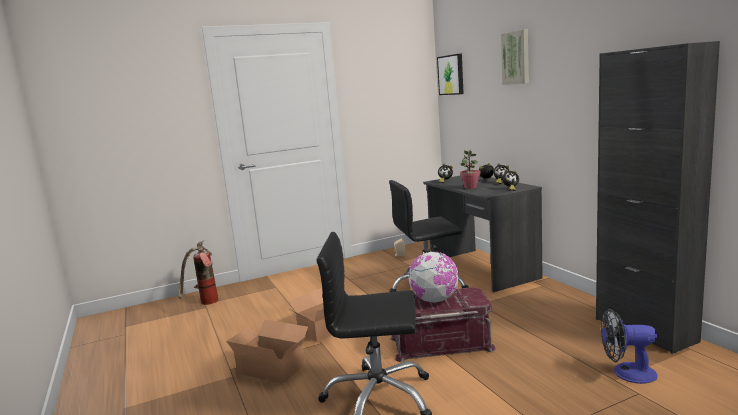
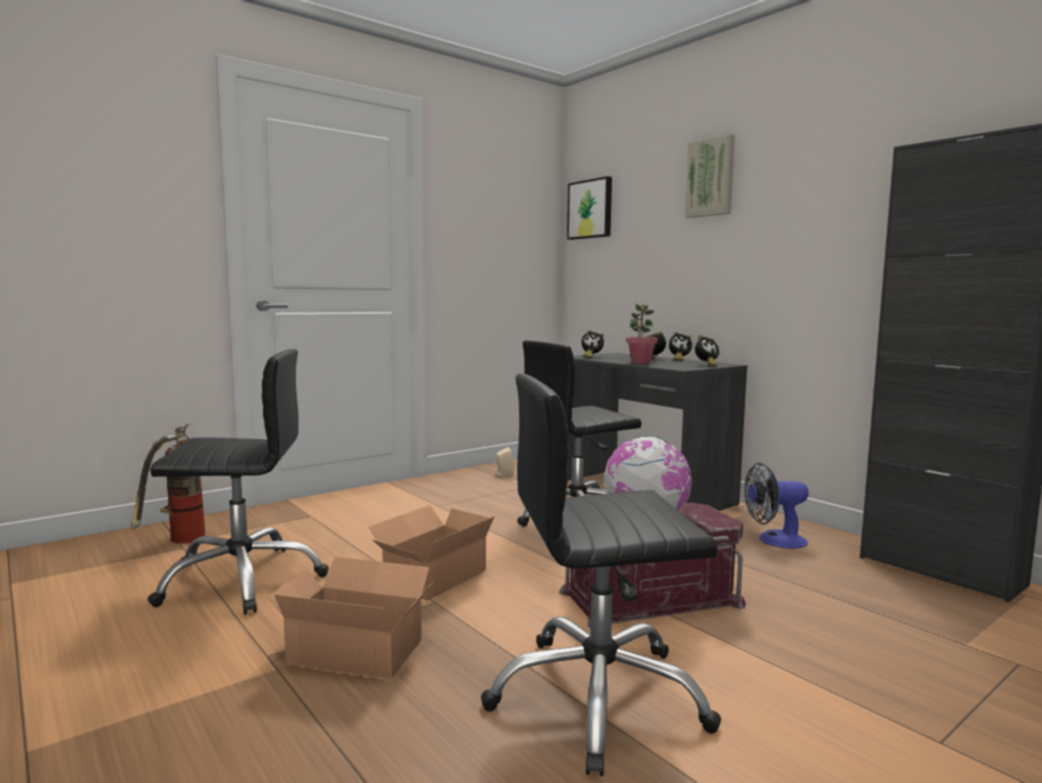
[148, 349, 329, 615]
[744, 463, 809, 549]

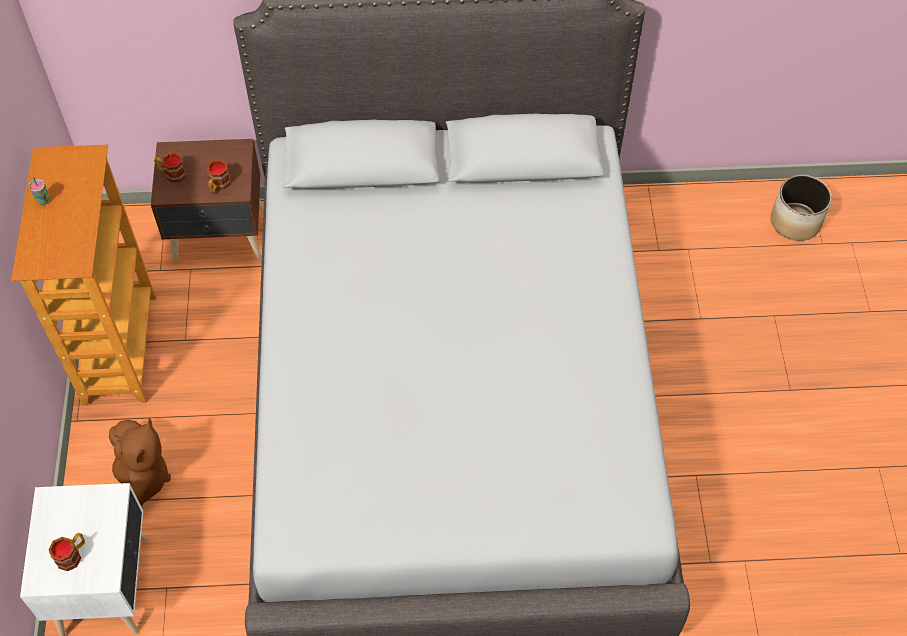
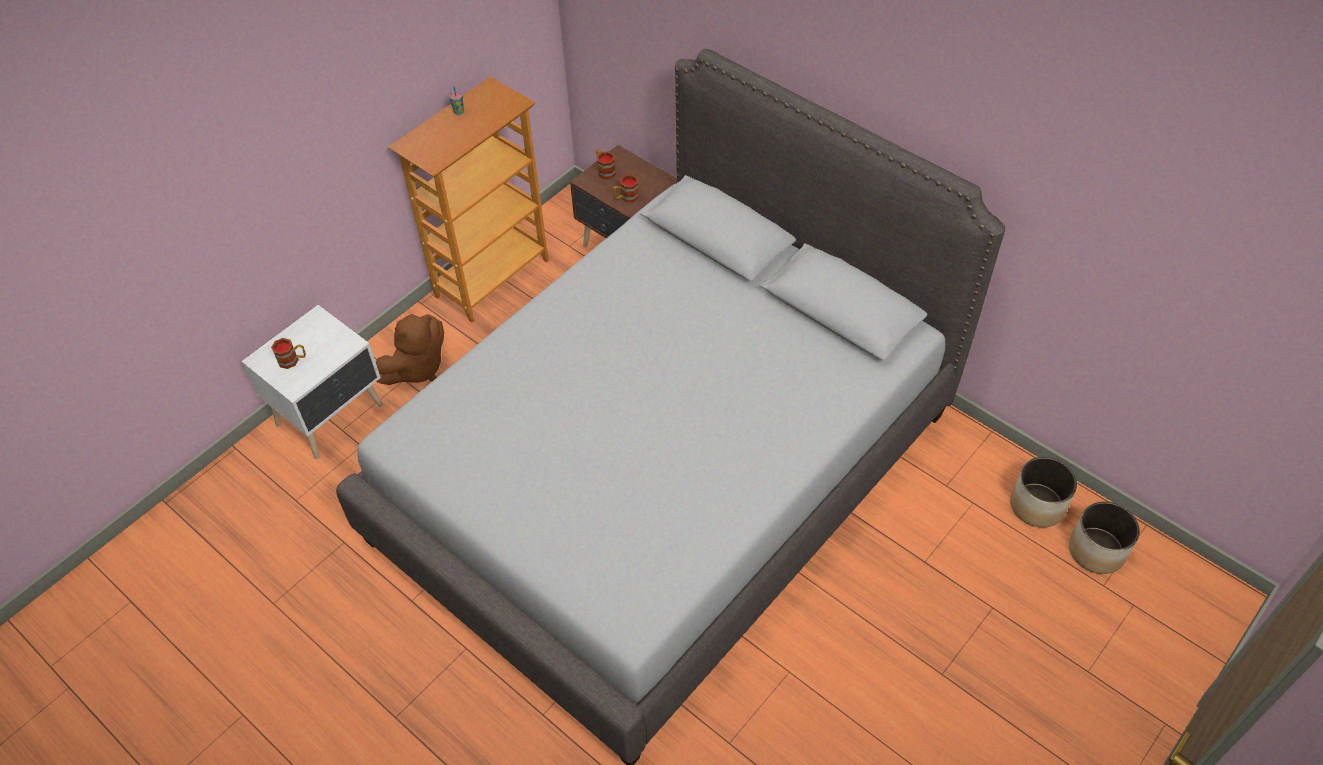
[1010, 457, 1077, 528]

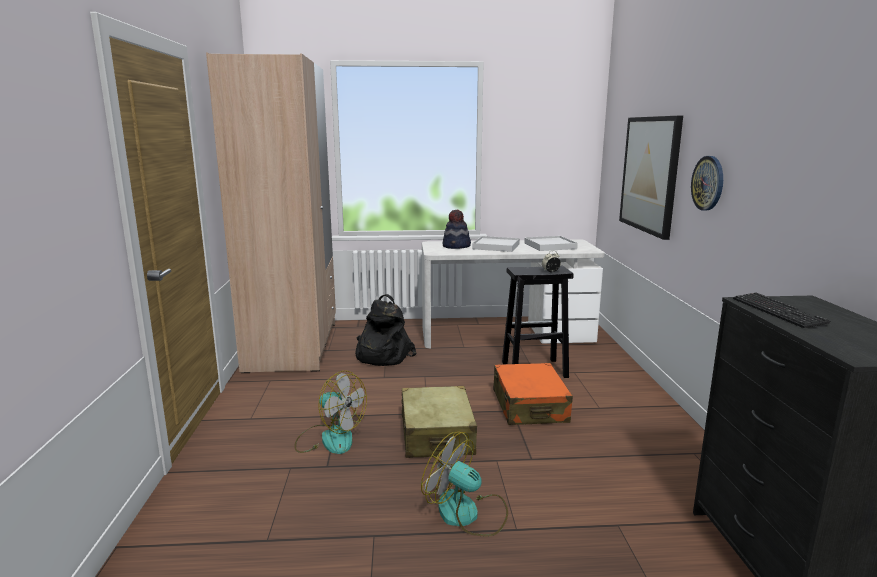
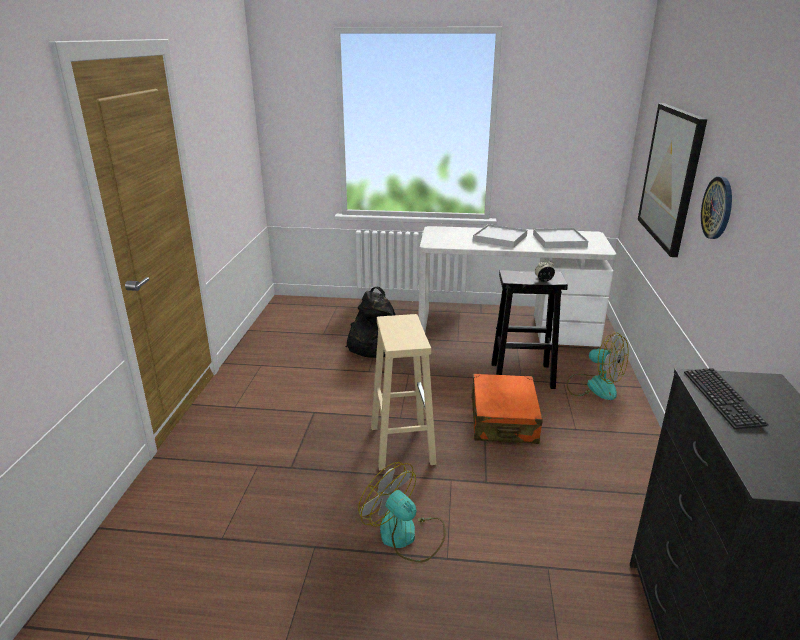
[371, 314, 437, 471]
[567, 333, 628, 400]
[206, 52, 336, 373] (first image)
[442, 210, 471, 249] (first image)

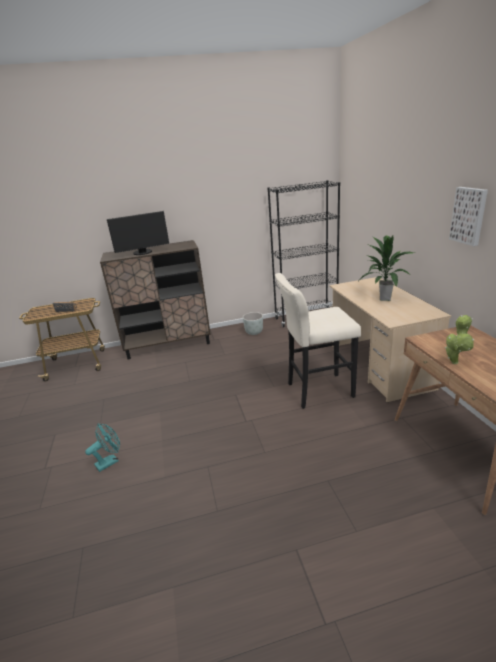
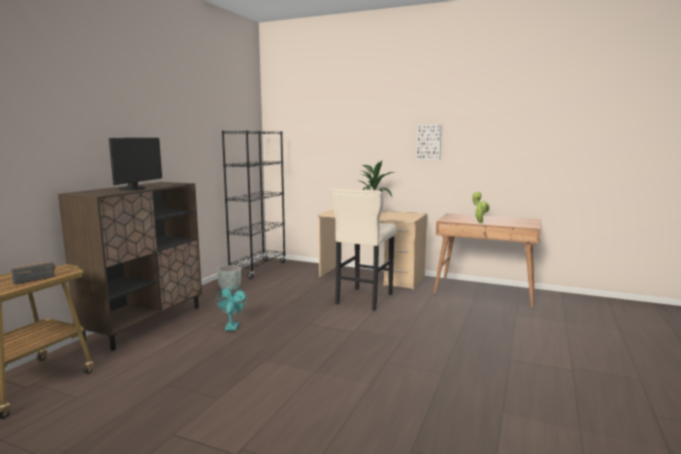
[216, 286, 248, 331]

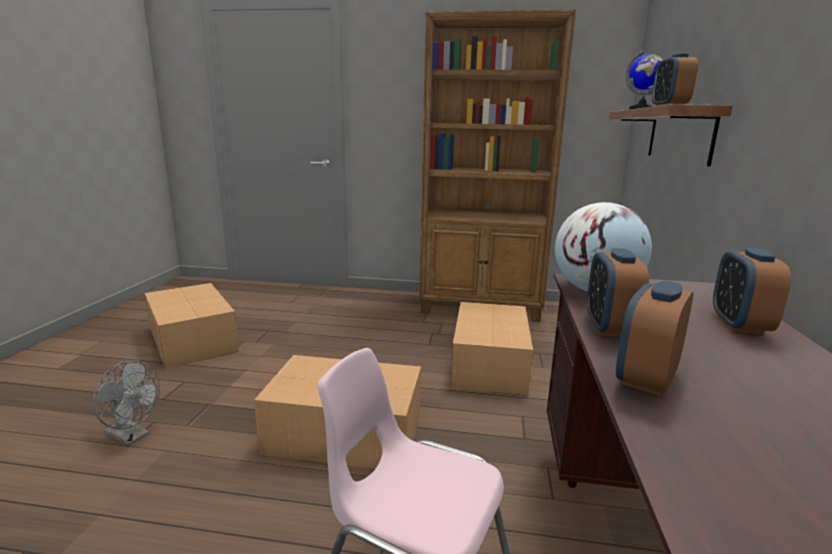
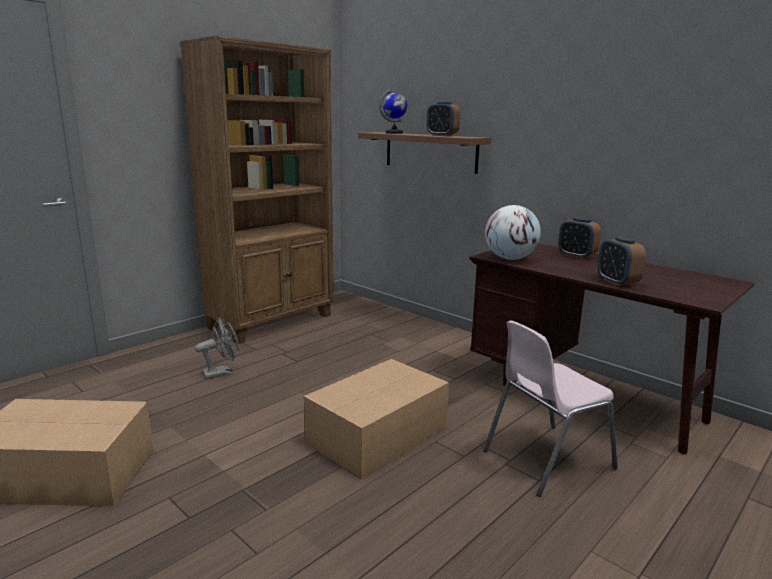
[195, 318, 239, 379]
[451, 302, 533, 396] (first image)
[587, 248, 649, 337] (first image)

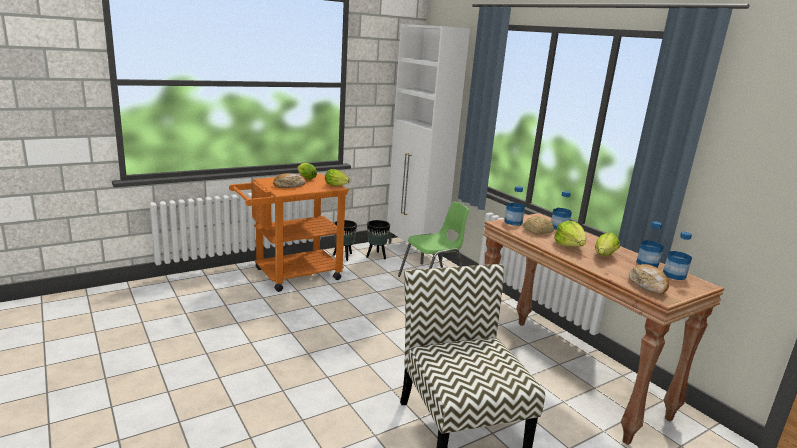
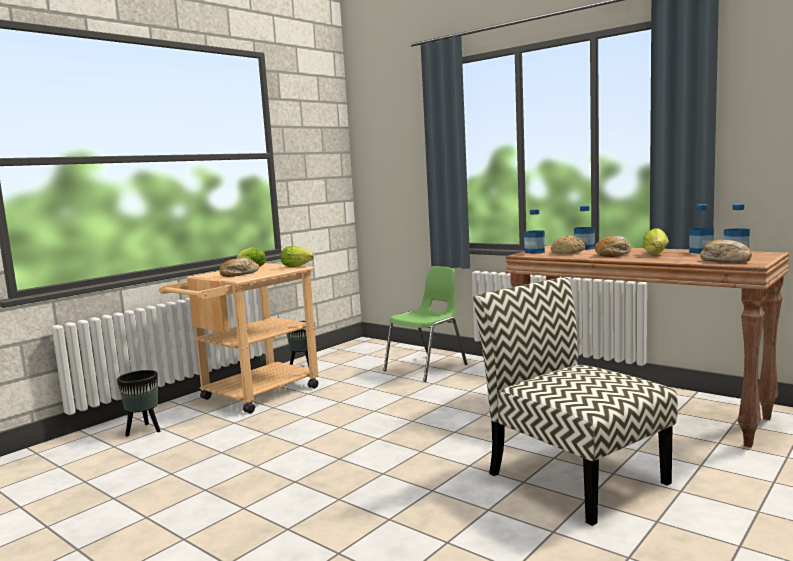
[117, 370, 160, 437]
[159, 263, 319, 413]
[595, 236, 631, 257]
[387, 24, 470, 265] (first image)

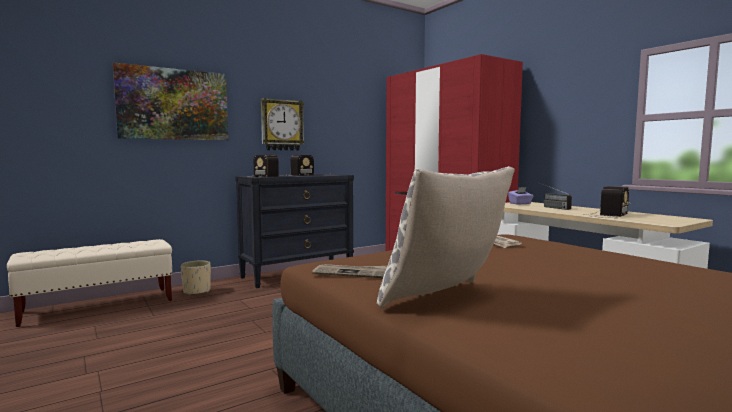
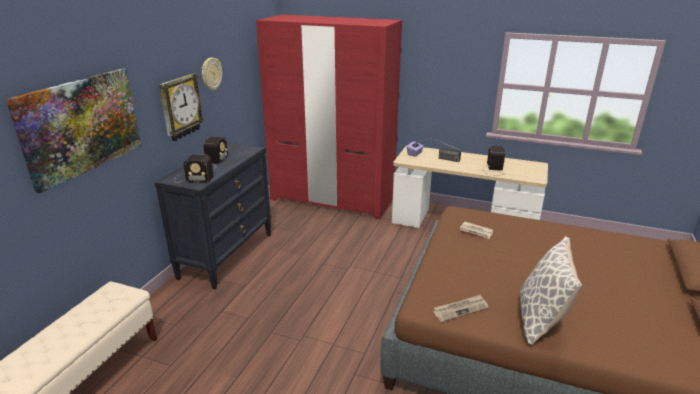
[202, 58, 222, 90]
[181, 260, 211, 295] (first image)

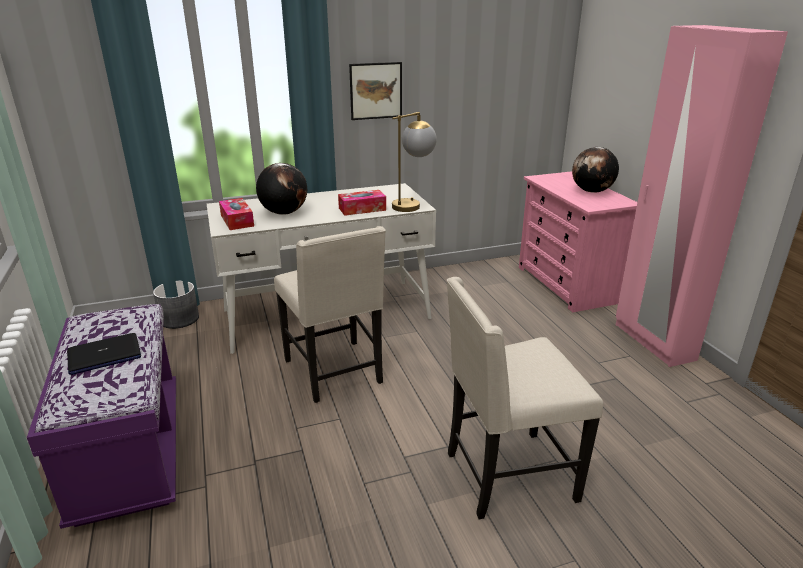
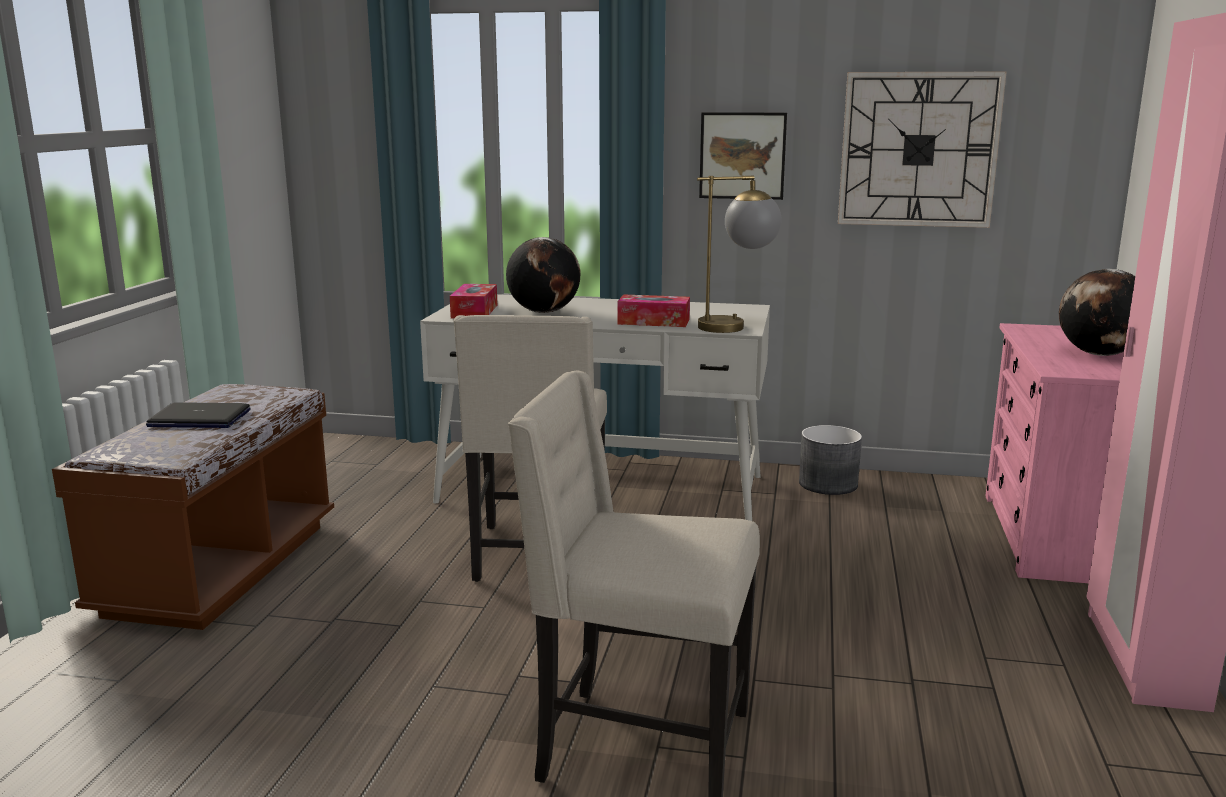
[52, 384, 334, 630]
[799, 425, 862, 495]
[838, 72, 1006, 228]

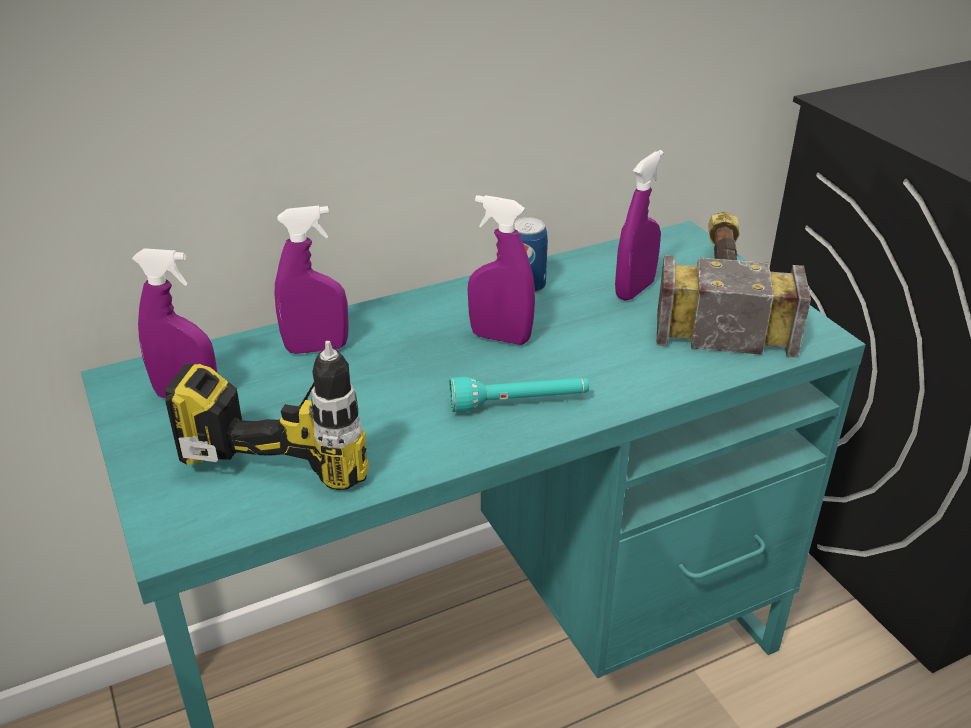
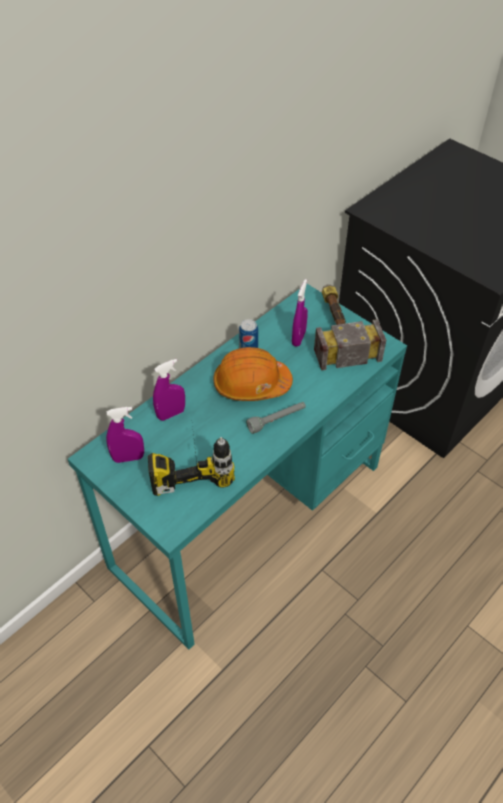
[214, 347, 293, 401]
[246, 402, 306, 434]

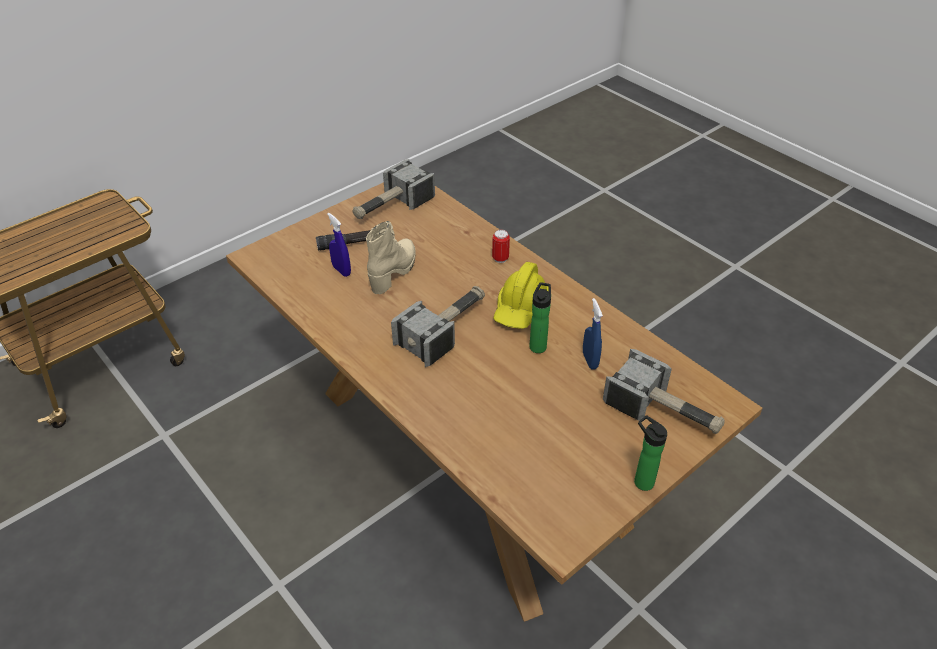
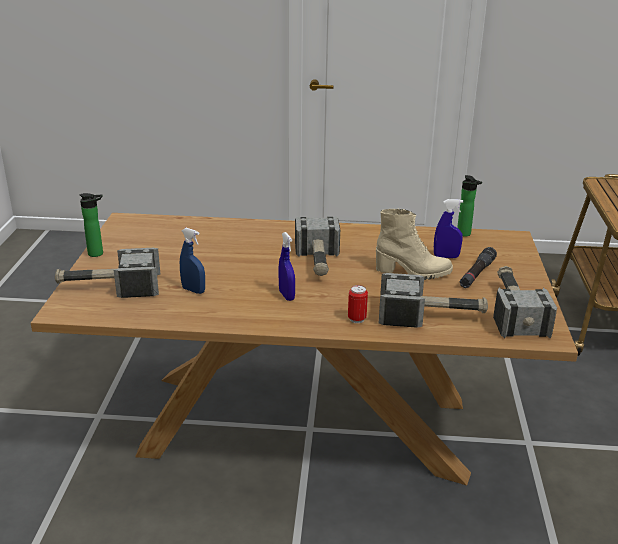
[279, 232, 295, 301]
[376, 208, 453, 280]
[379, 273, 488, 328]
[457, 175, 482, 237]

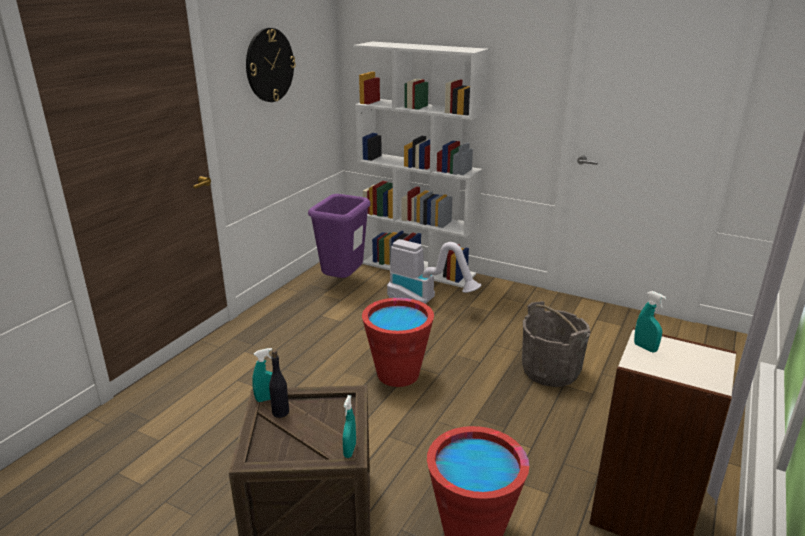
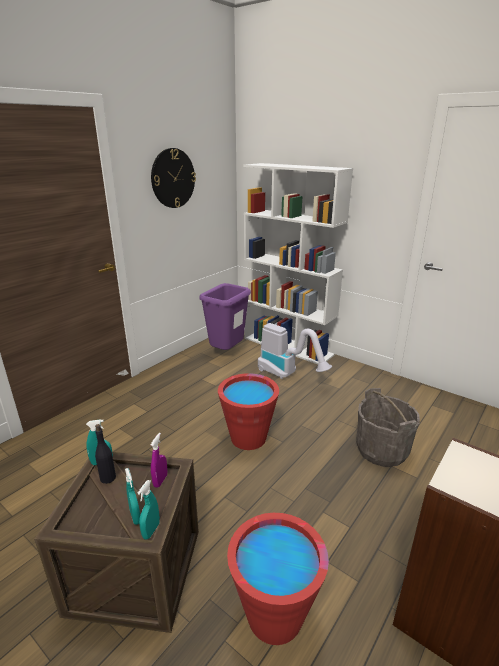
[125, 468, 140, 525]
[151, 433, 167, 488]

